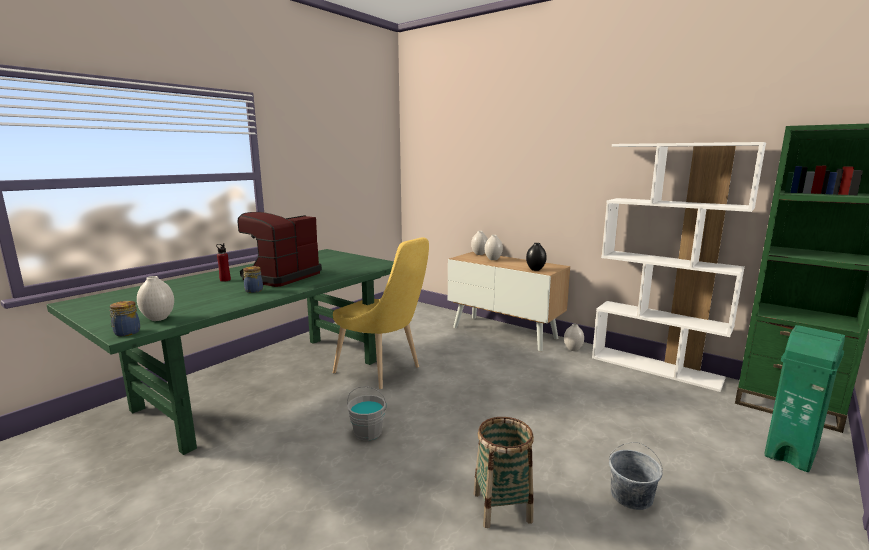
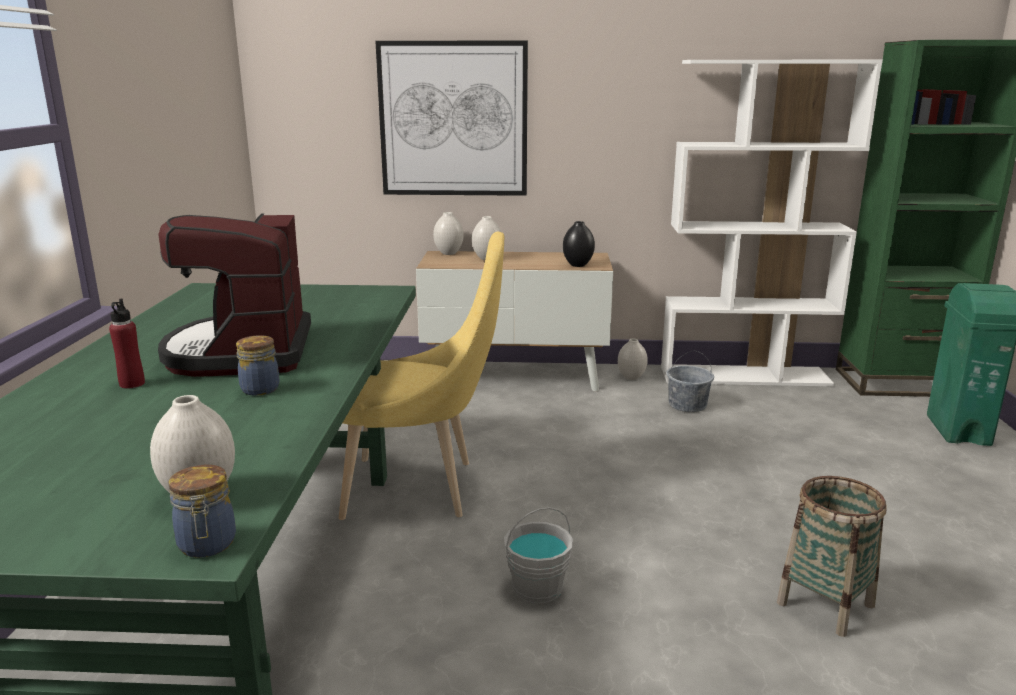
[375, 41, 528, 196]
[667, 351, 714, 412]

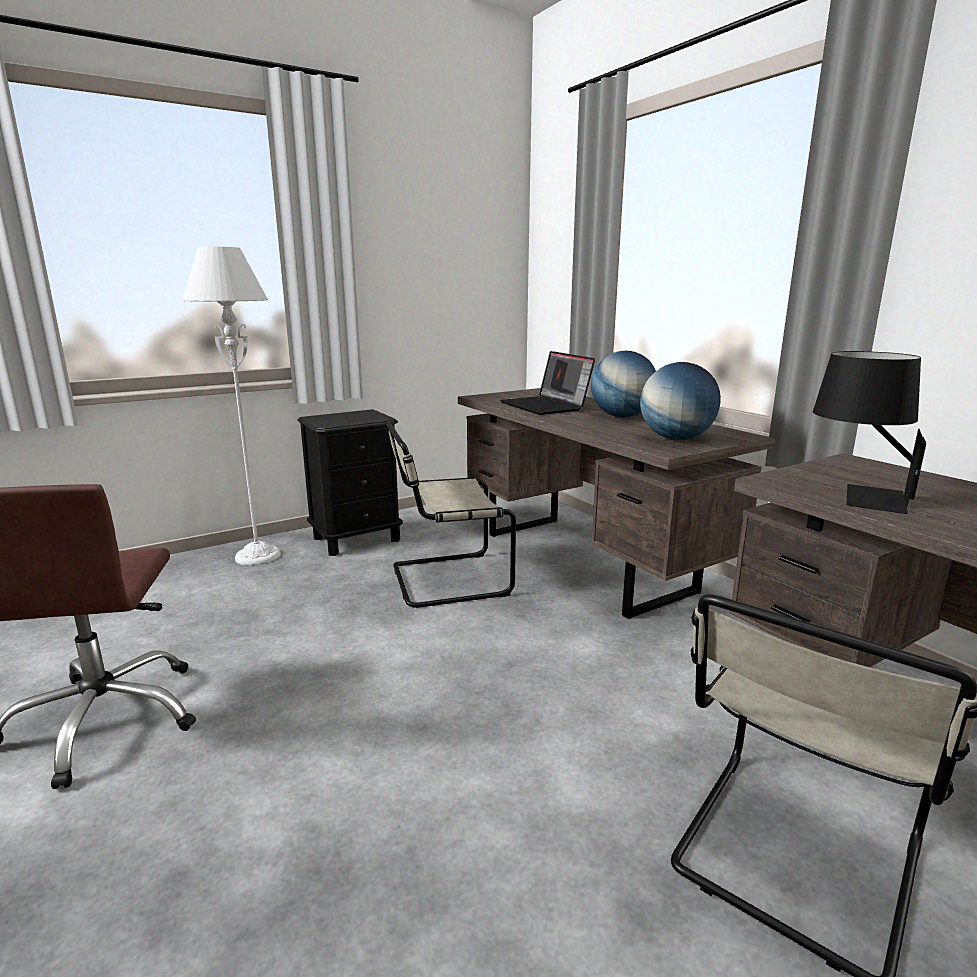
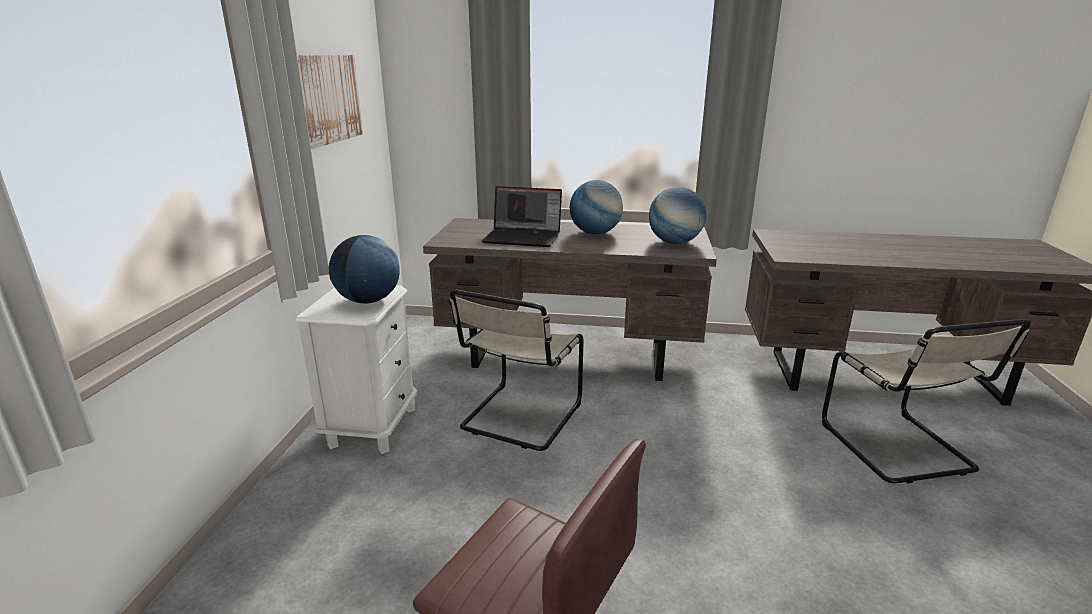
[296, 285, 417, 454]
[297, 55, 363, 149]
[329, 235, 400, 303]
[182, 247, 281, 566] (first image)
[813, 351, 926, 514] (first image)

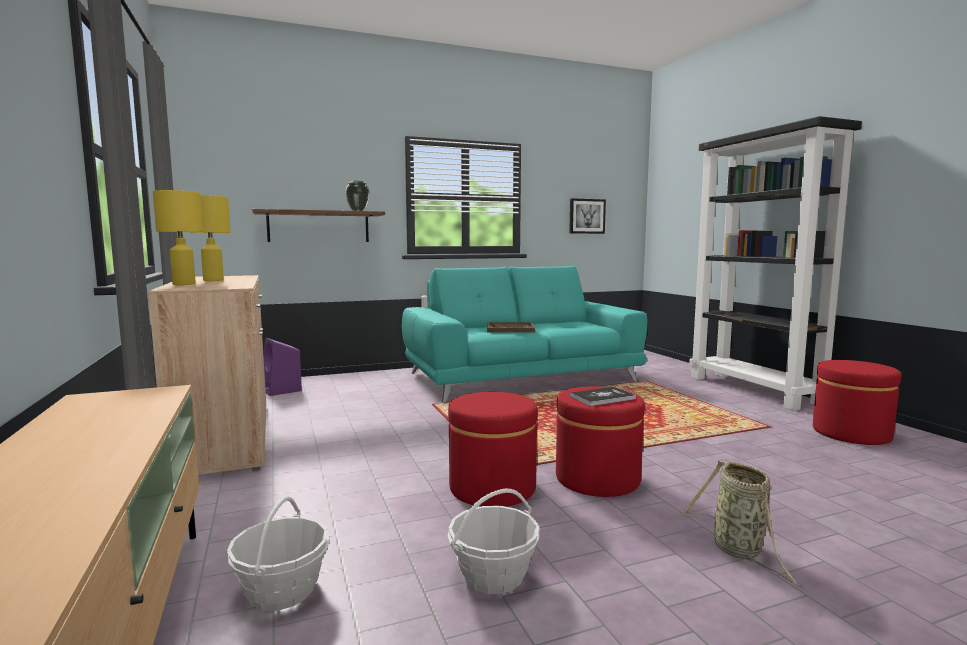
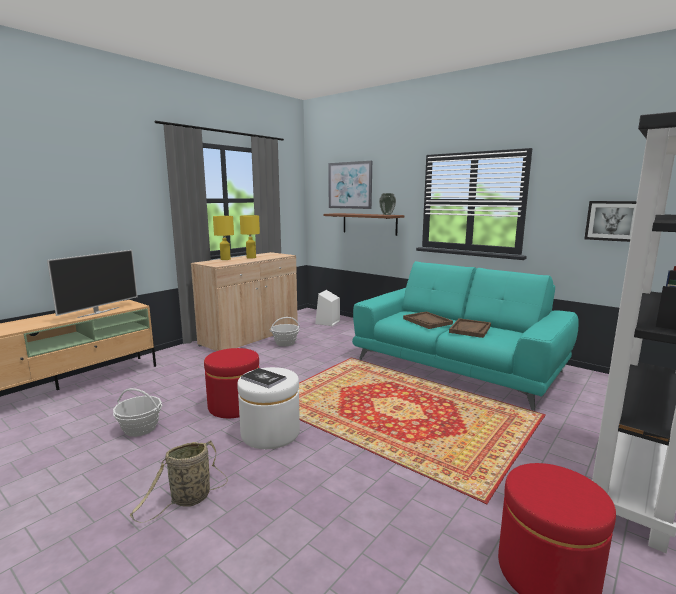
[47, 250, 137, 318]
[237, 367, 300, 449]
[270, 317, 300, 346]
[315, 290, 340, 326]
[328, 161, 372, 209]
[449, 318, 491, 338]

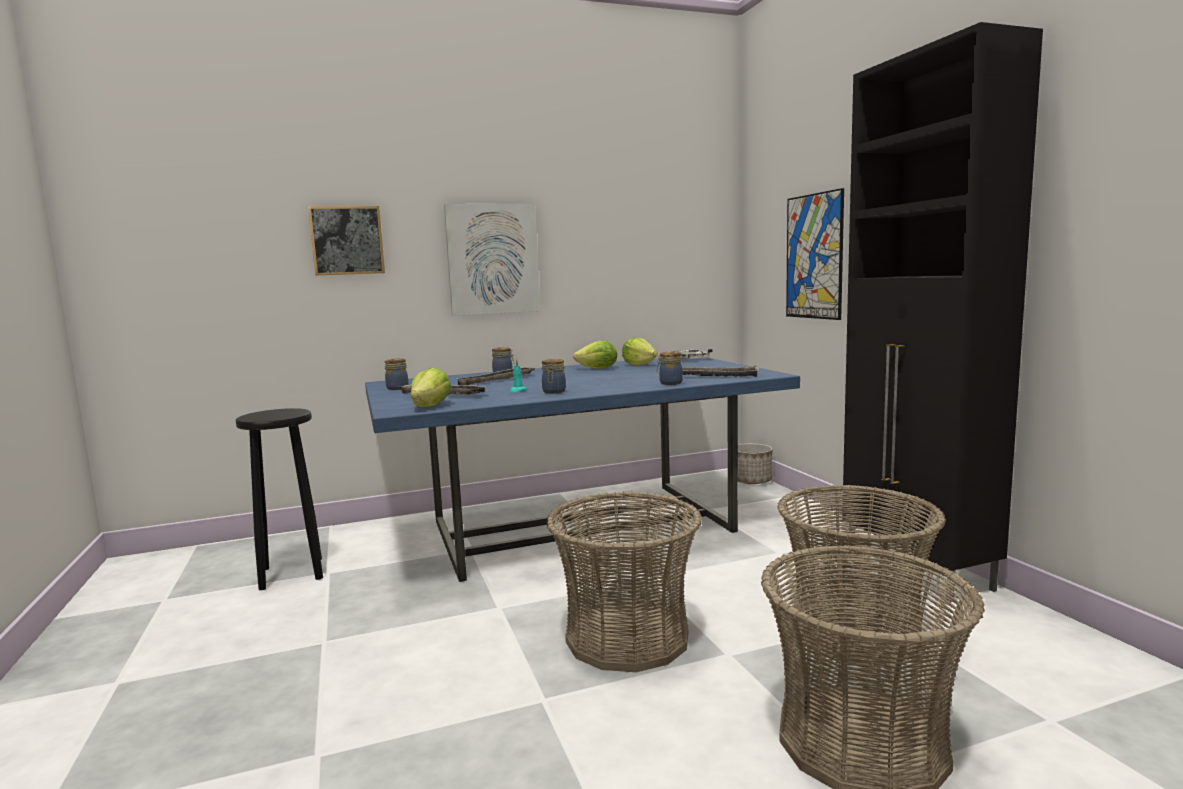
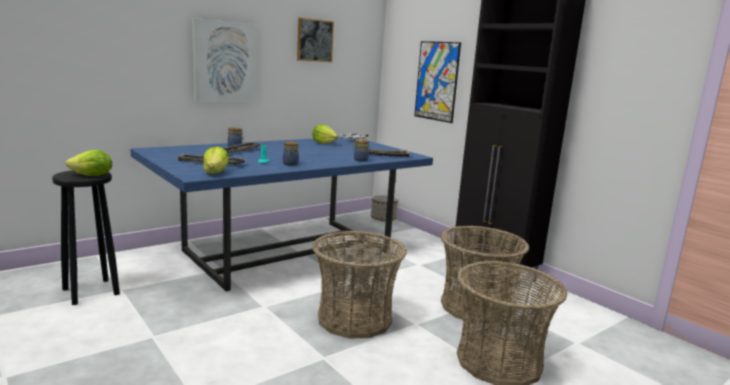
[66, 150, 112, 176]
[297, 18, 334, 62]
[385, 358, 409, 390] (first image)

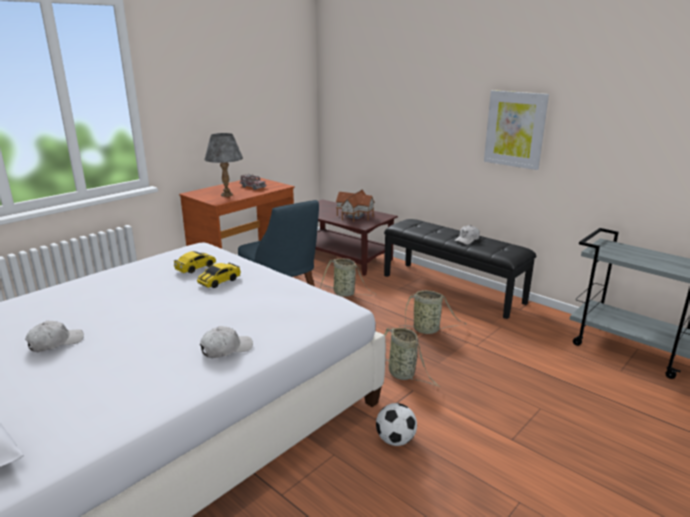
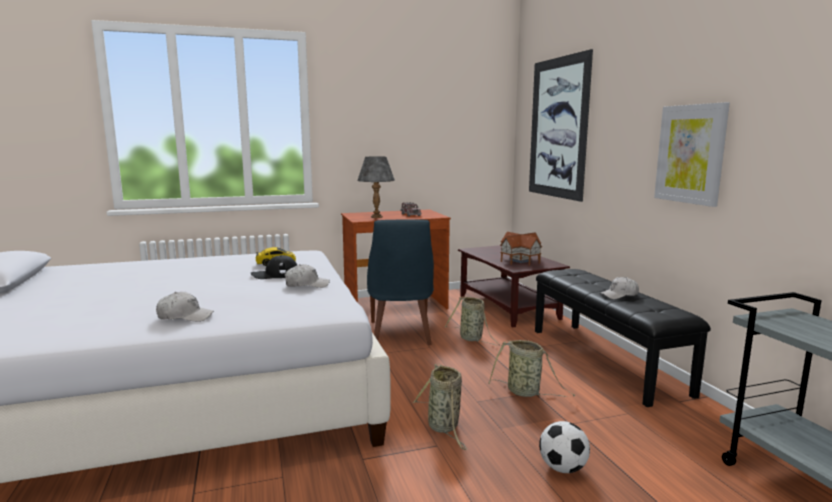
[251, 255, 297, 279]
[285, 264, 330, 288]
[529, 49, 593, 202]
[539, 421, 590, 473]

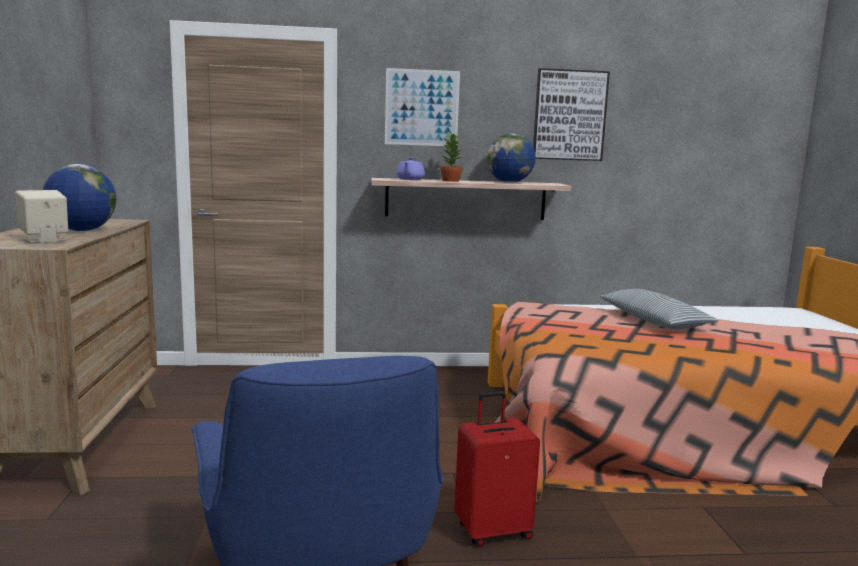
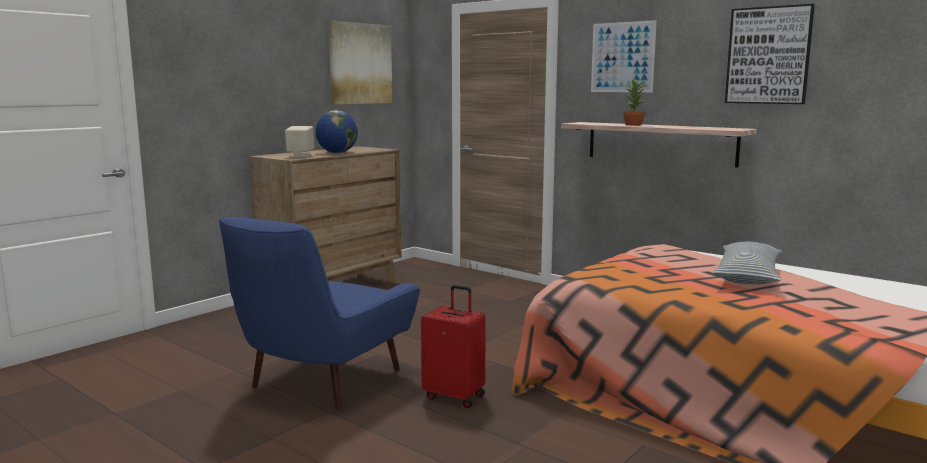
[329, 21, 392, 105]
[397, 157, 425, 180] (first image)
[487, 133, 536, 183] (first image)

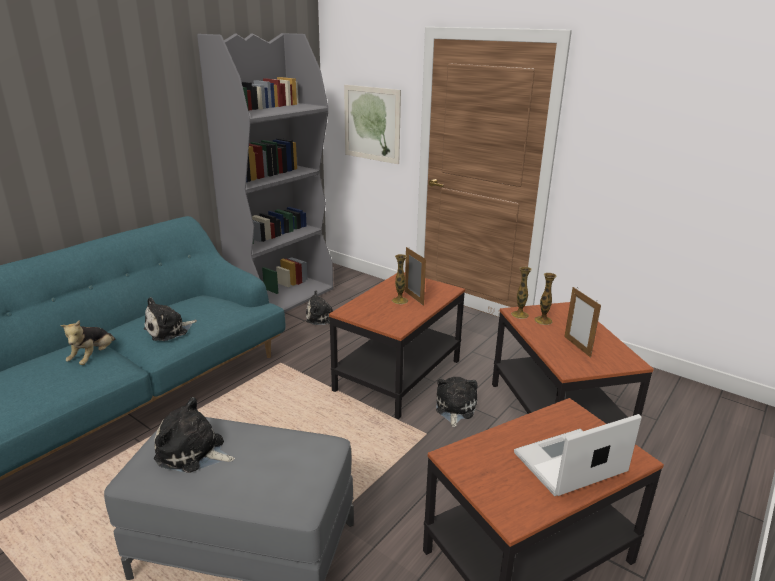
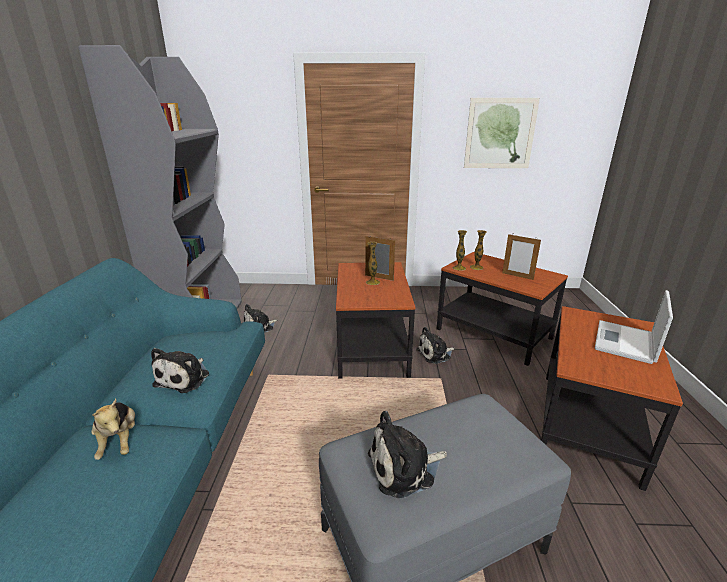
[416, 327, 455, 364]
[464, 98, 540, 168]

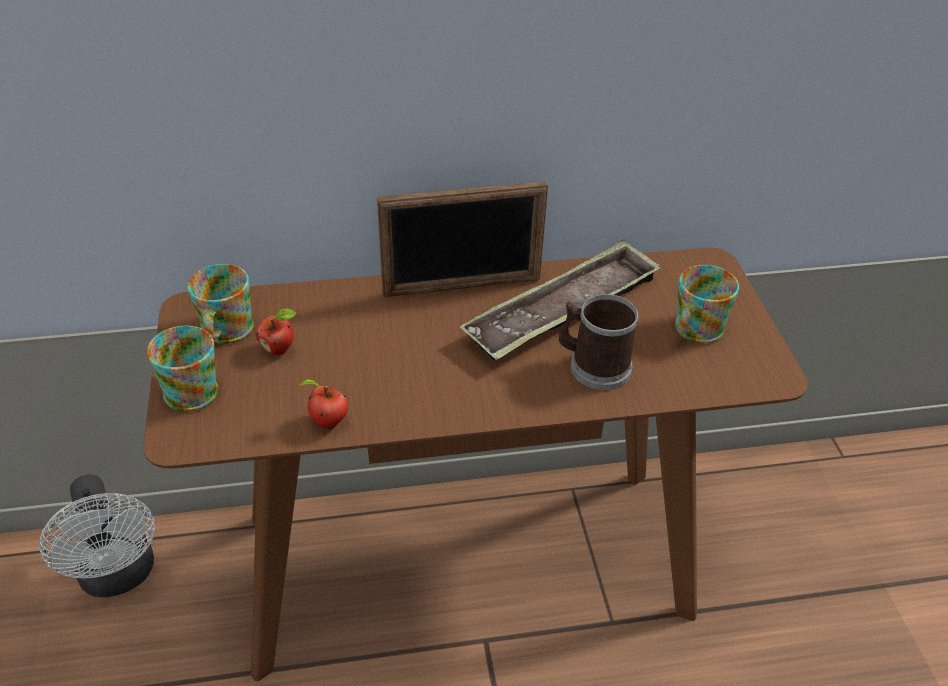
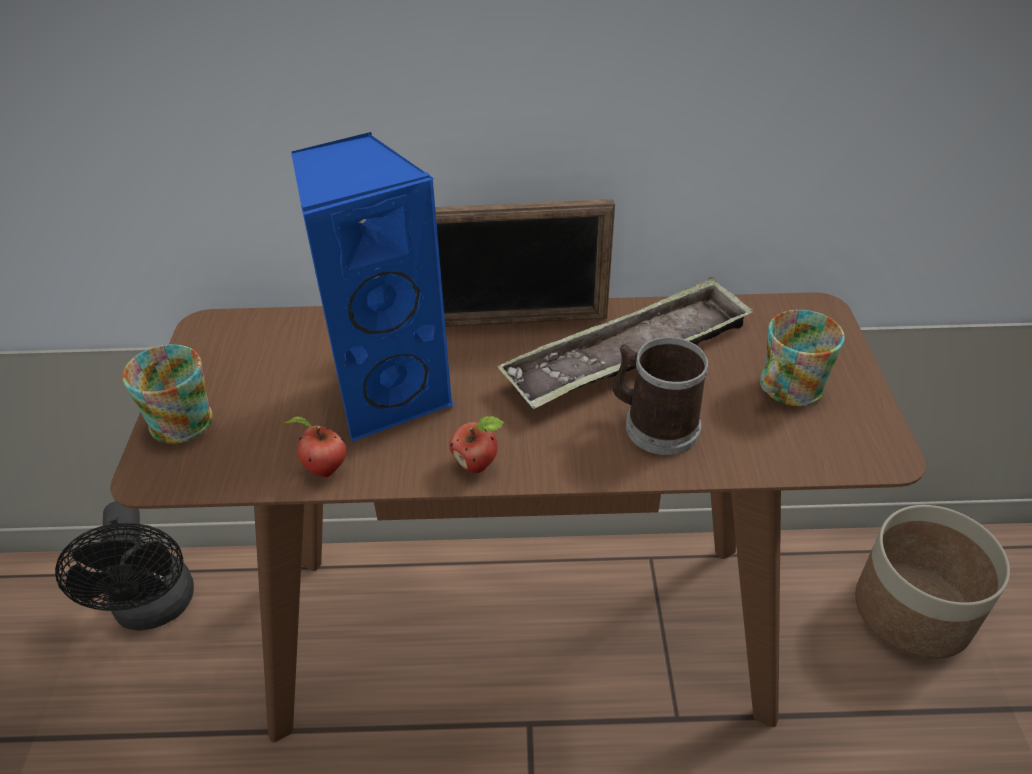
[55, 501, 194, 631]
[291, 132, 454, 442]
[449, 416, 504, 473]
[855, 505, 1010, 659]
[187, 264, 254, 344] (first image)

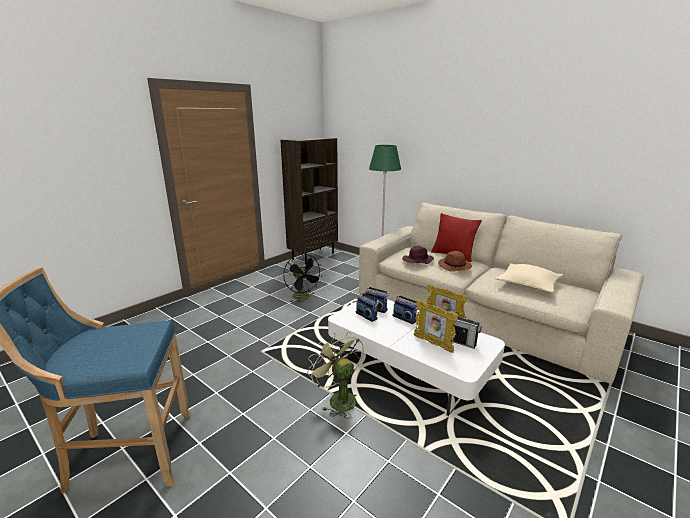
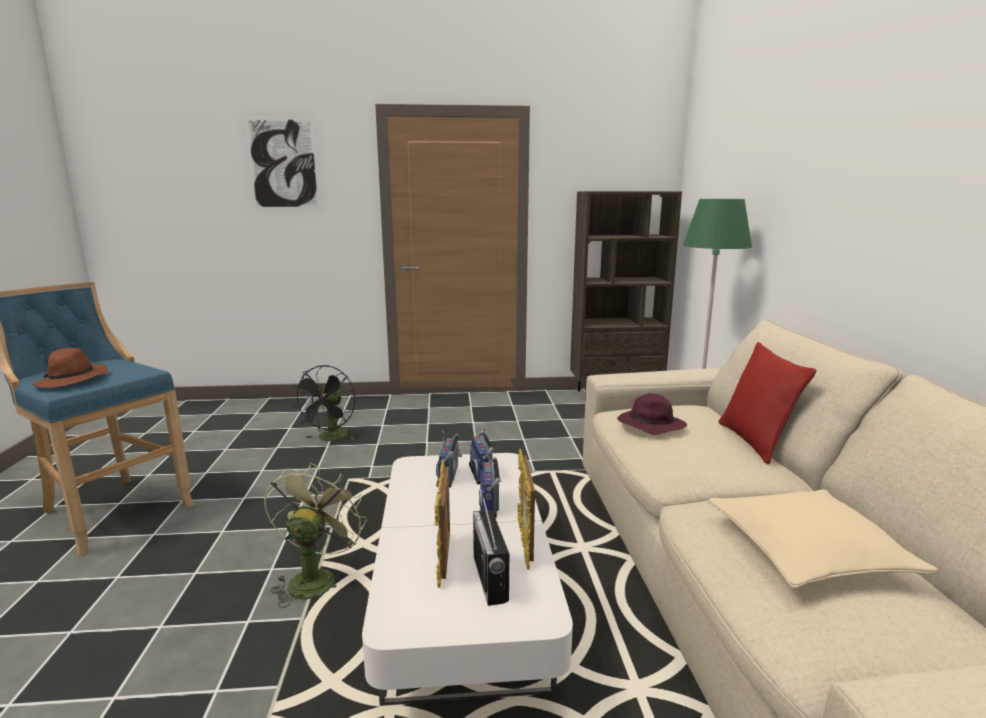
[31, 348, 108, 388]
[245, 117, 320, 209]
[292, 365, 358, 441]

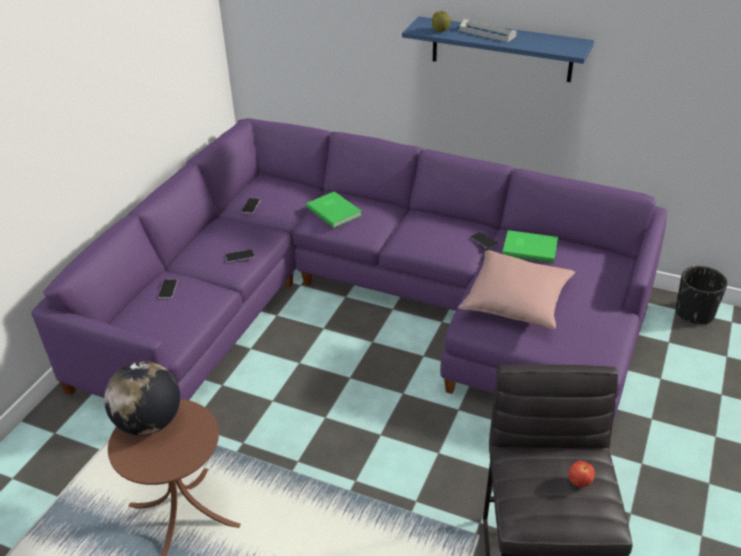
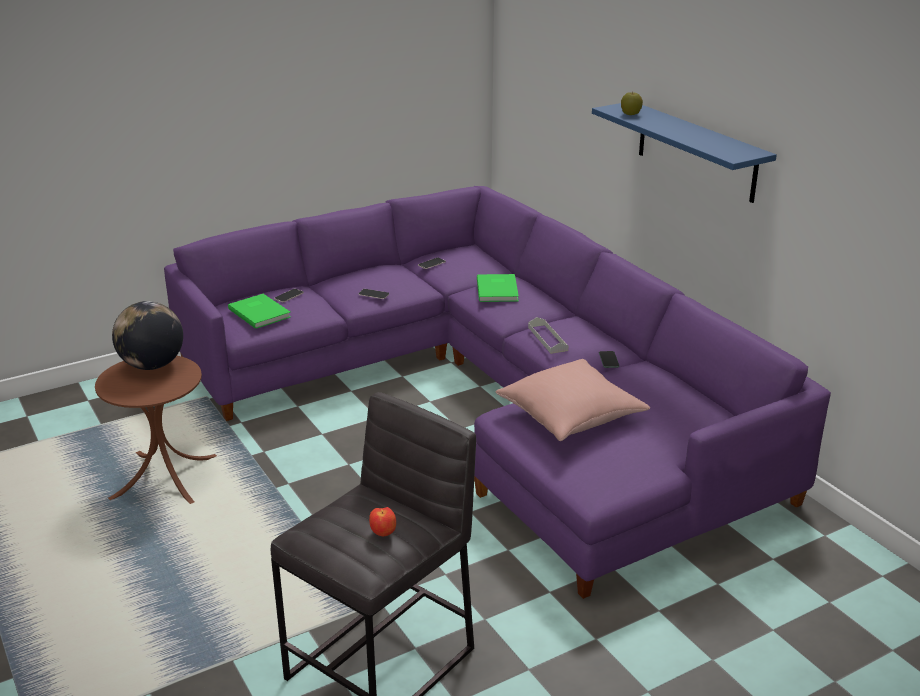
[228, 294, 291, 329]
[528, 317, 568, 354]
[676, 266, 728, 325] (first image)

